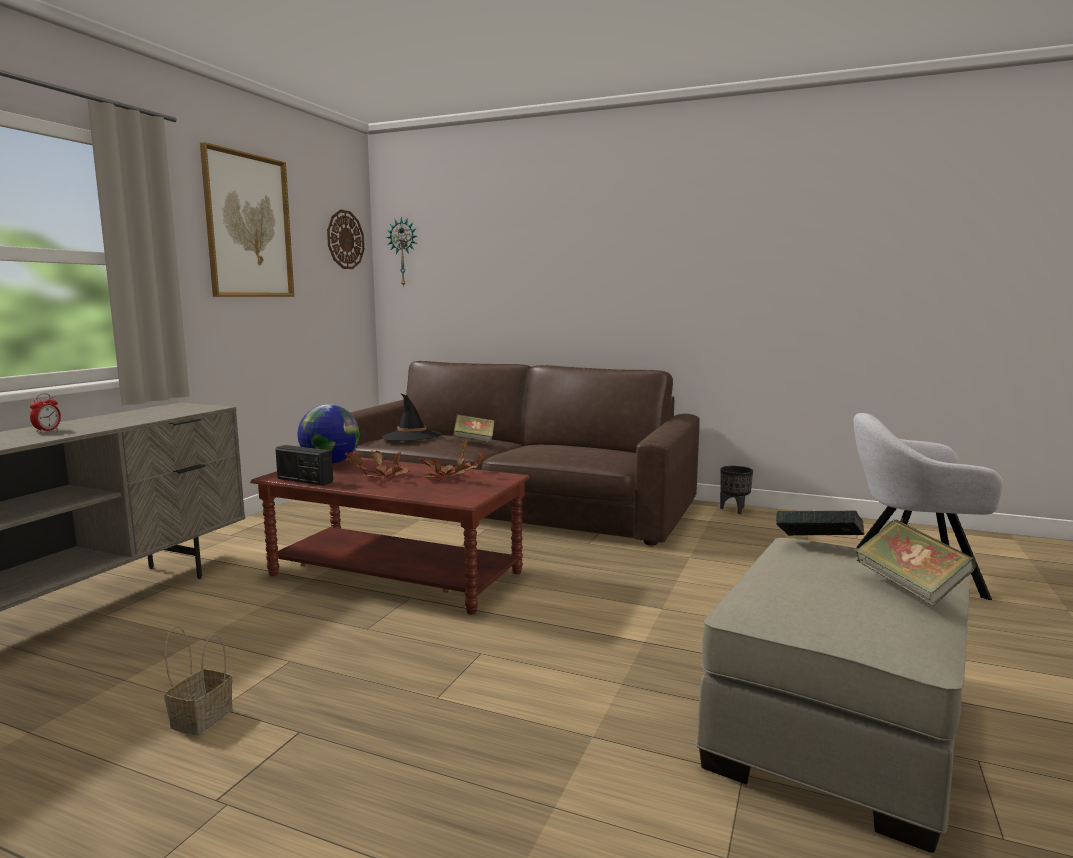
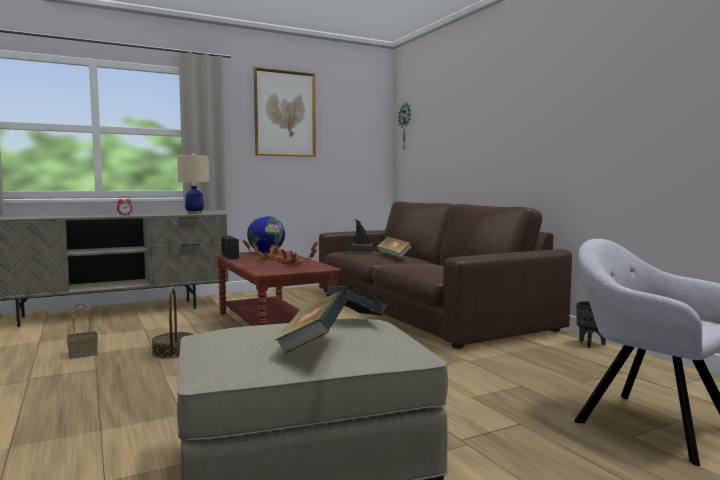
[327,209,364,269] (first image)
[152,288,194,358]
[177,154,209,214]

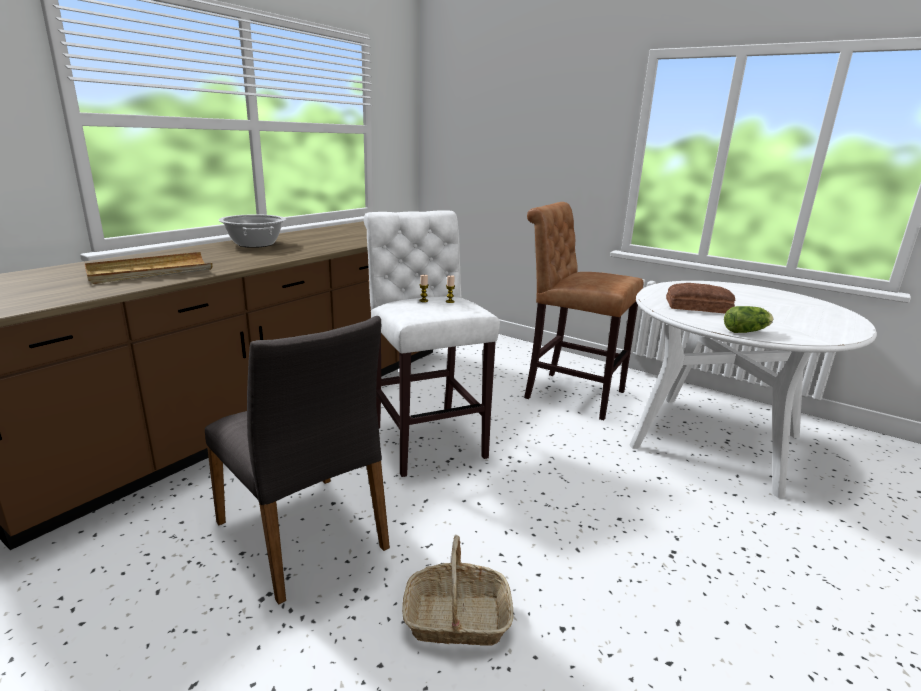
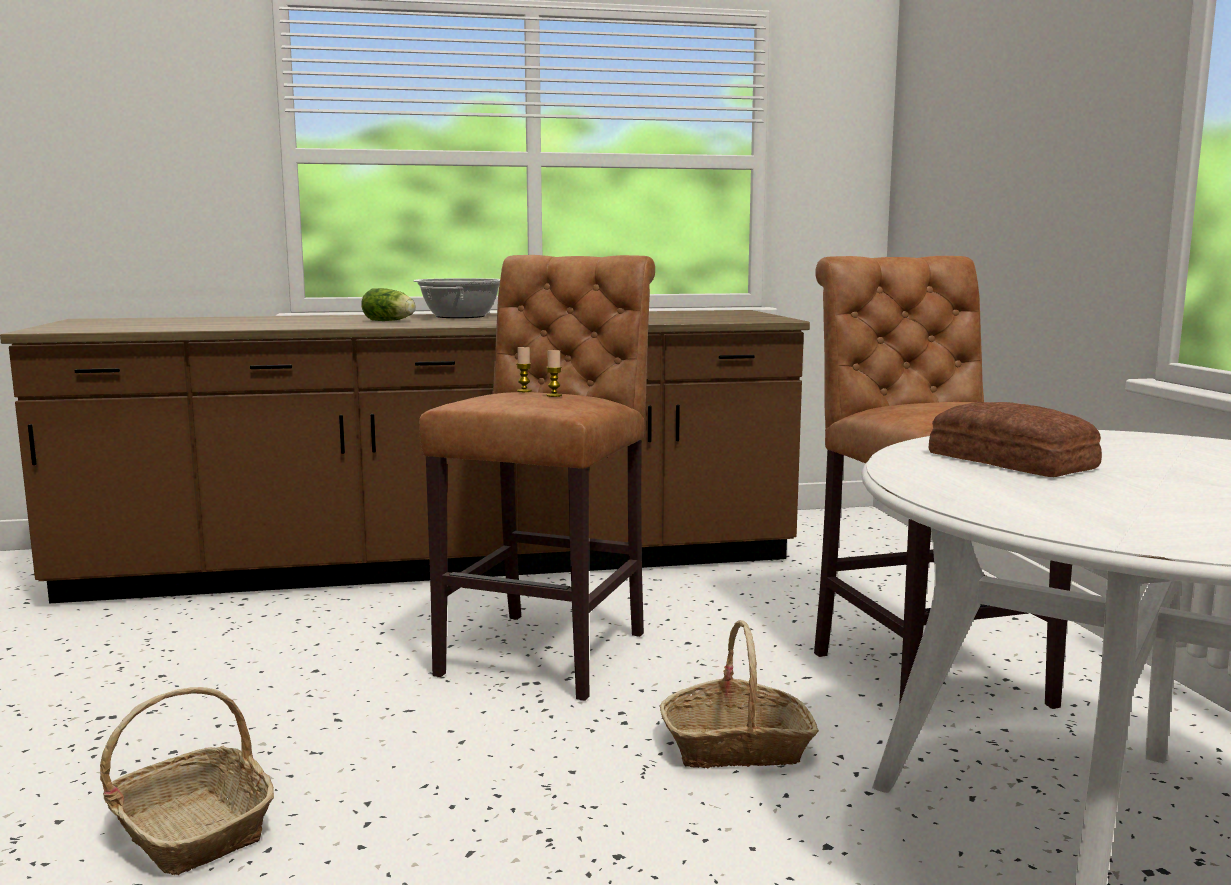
[85,252,213,284] (first image)
[205,316,390,605] (first image)
[660,620,819,768]
[362,288,416,321]
[419,255,655,701]

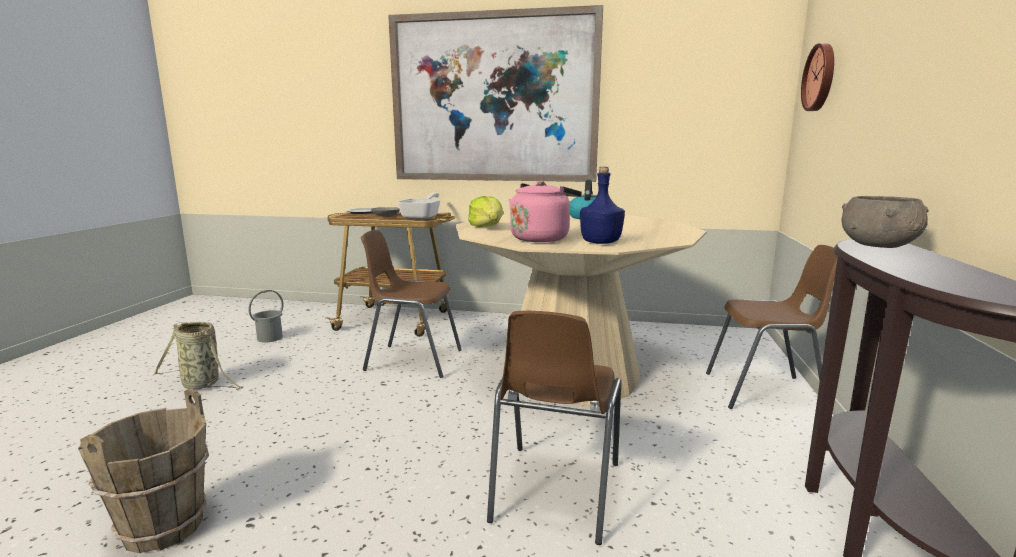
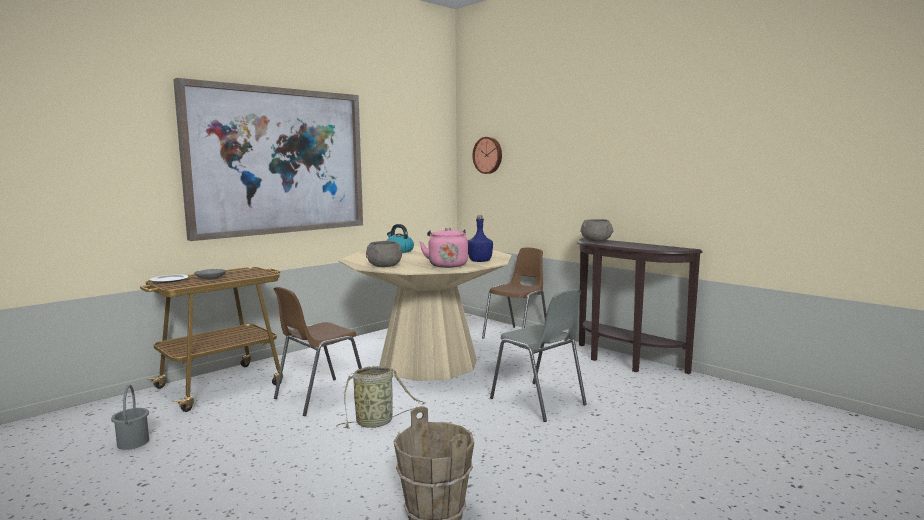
[398,193,440,219] (first image)
[337,366,425,429]
[366,241,402,267]
[490,289,587,422]

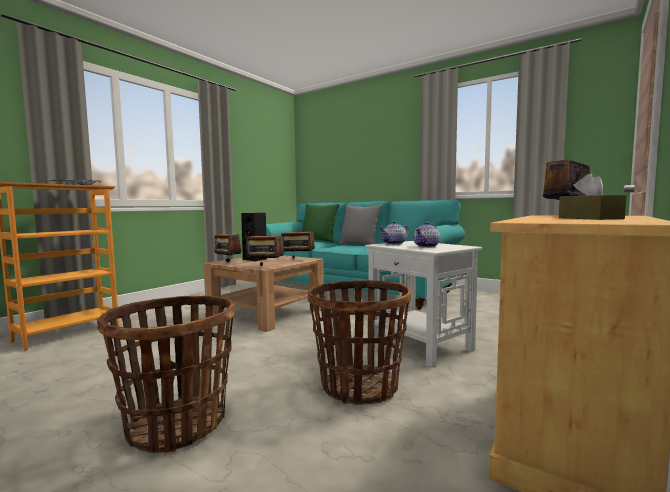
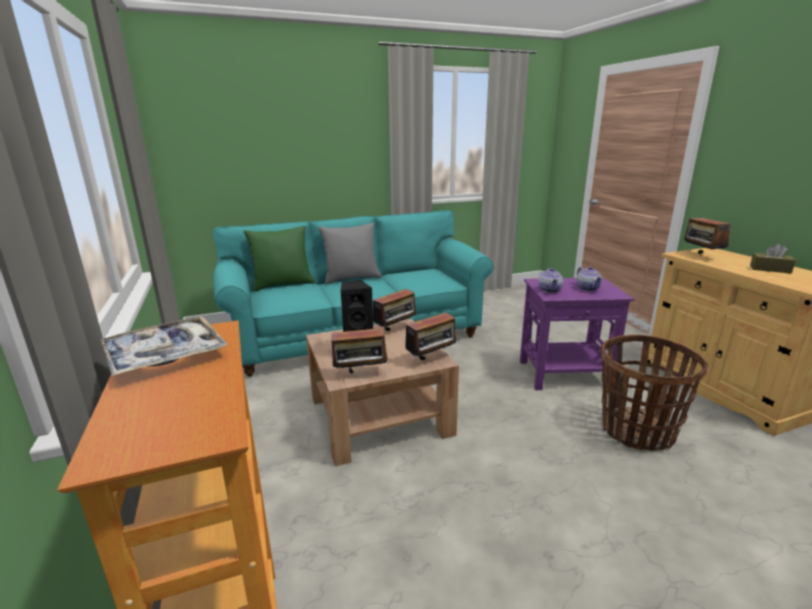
[97,295,235,453] (first image)
[520,278,634,390]

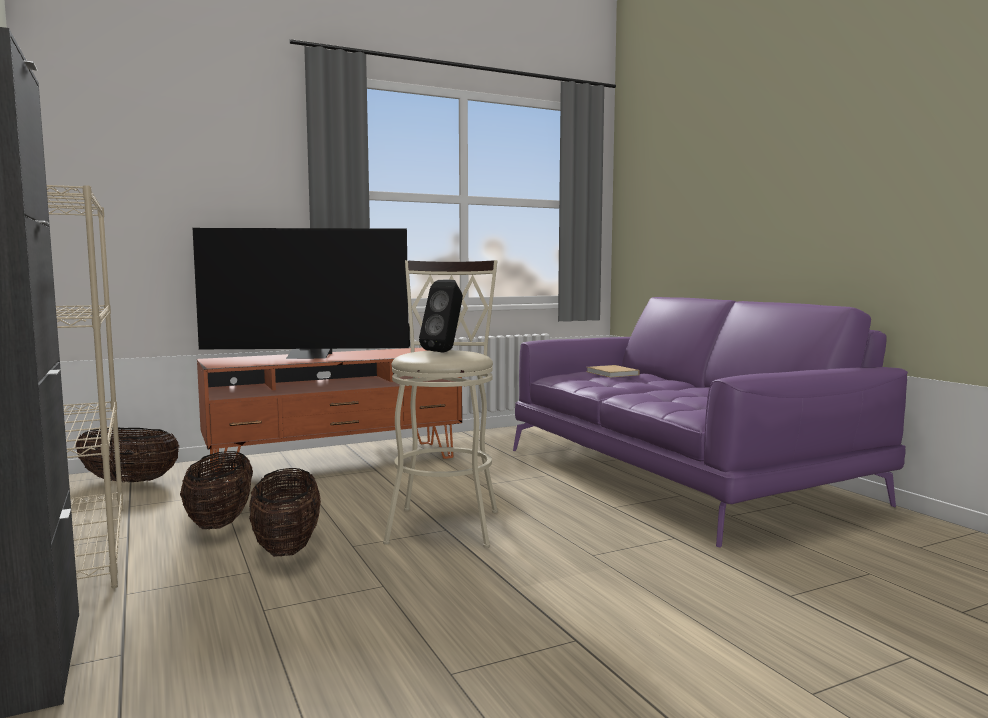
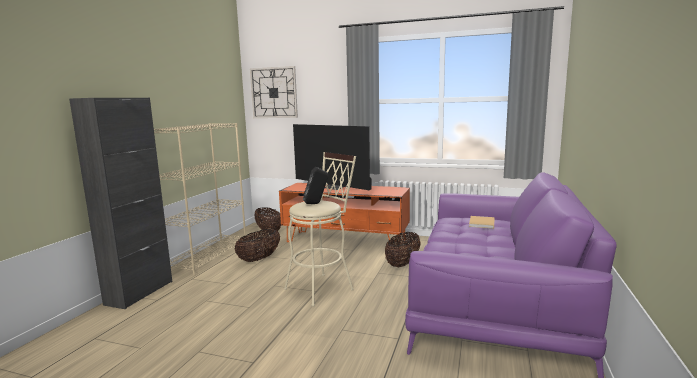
[250,66,298,118]
[385,232,421,267]

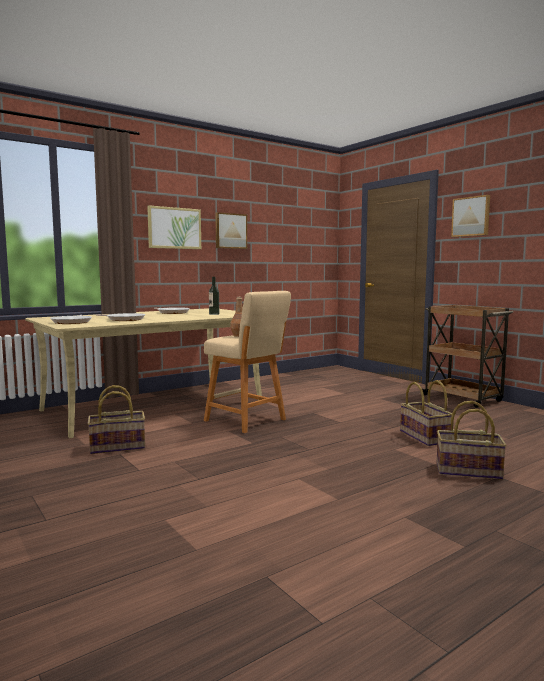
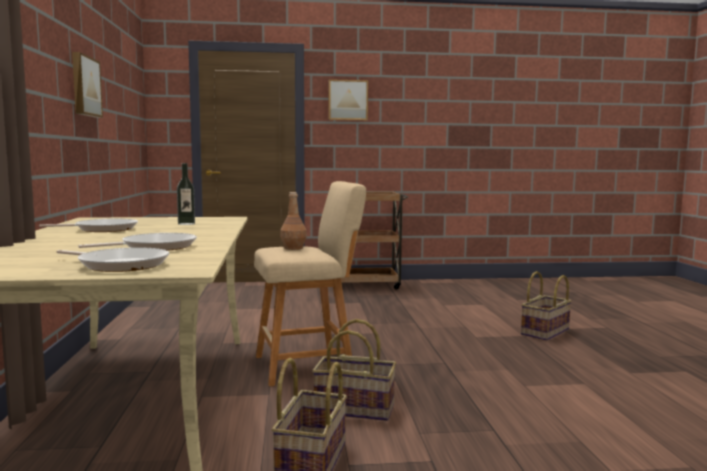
[147,205,201,249] (first image)
[312,319,396,421]

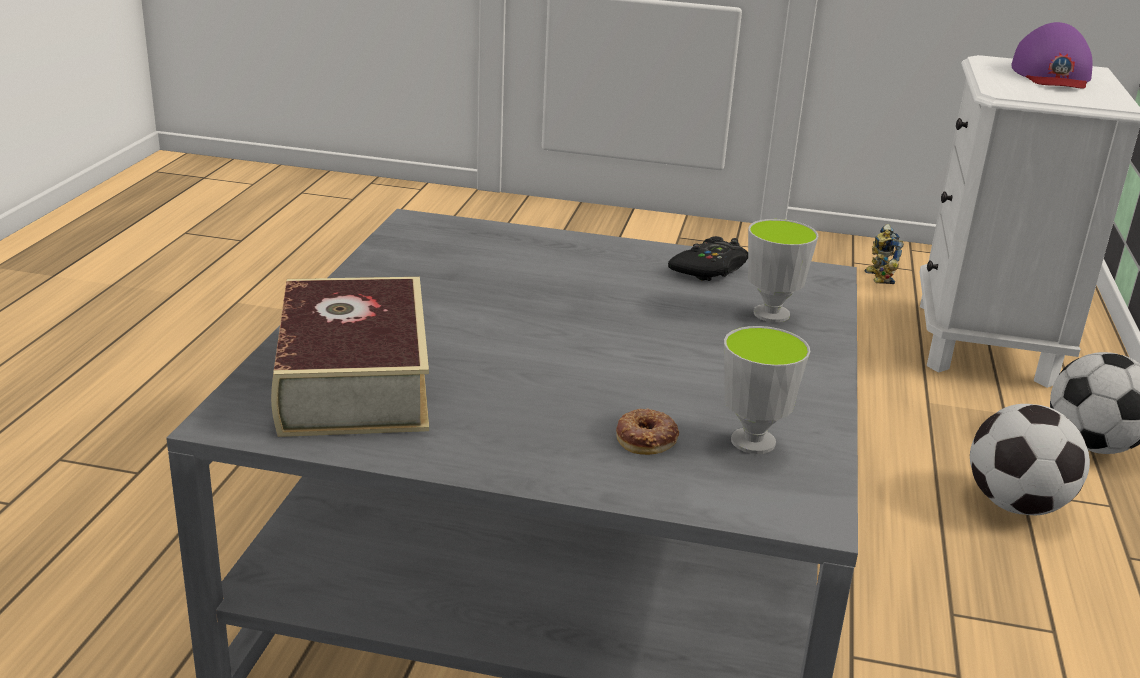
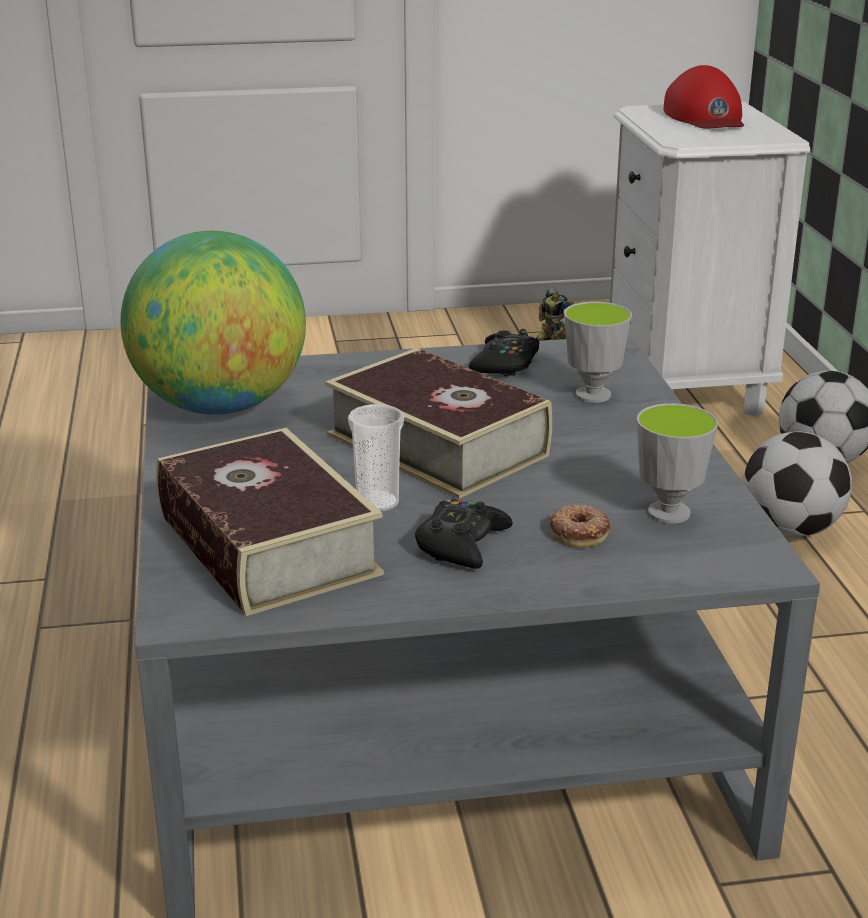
[120,231,306,415]
[325,348,552,499]
[348,404,404,512]
[415,499,513,569]
[663,65,744,129]

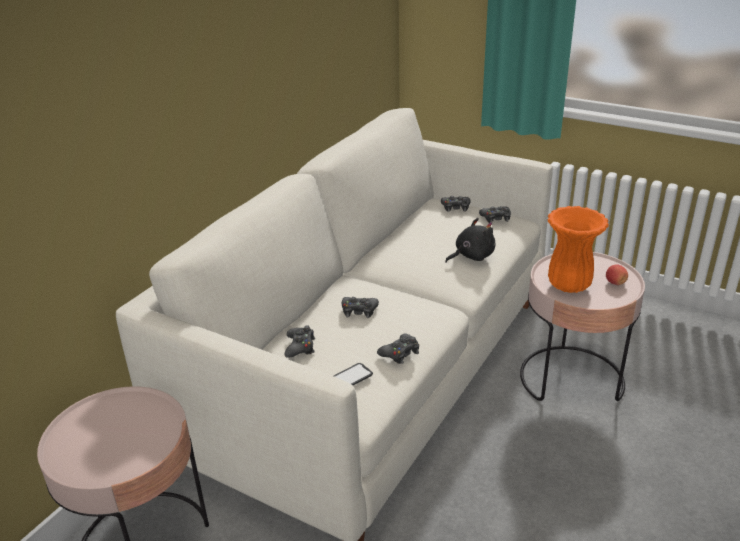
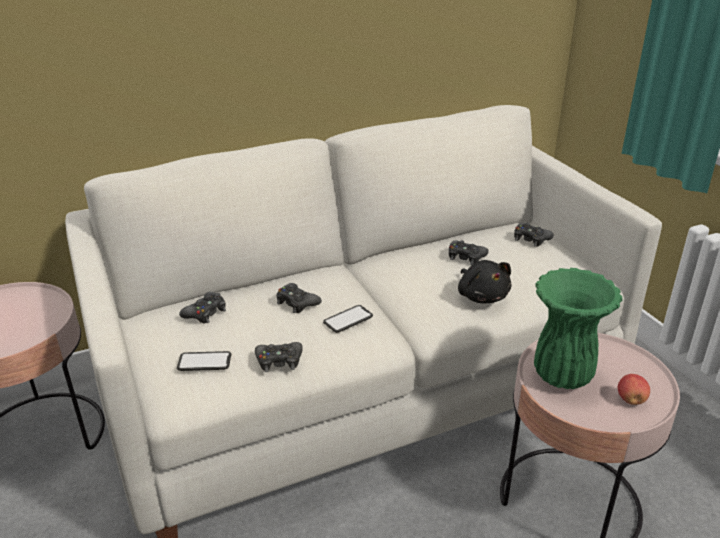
[323,305,373,333]
[449,240,489,265]
[534,268,623,389]
[458,260,511,303]

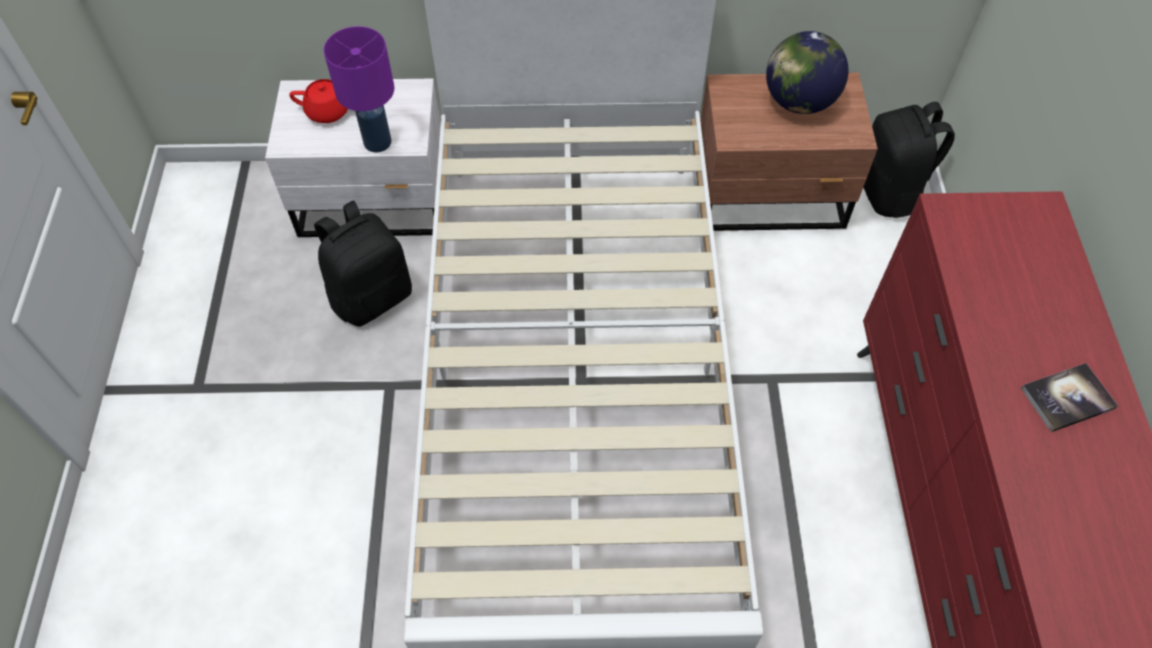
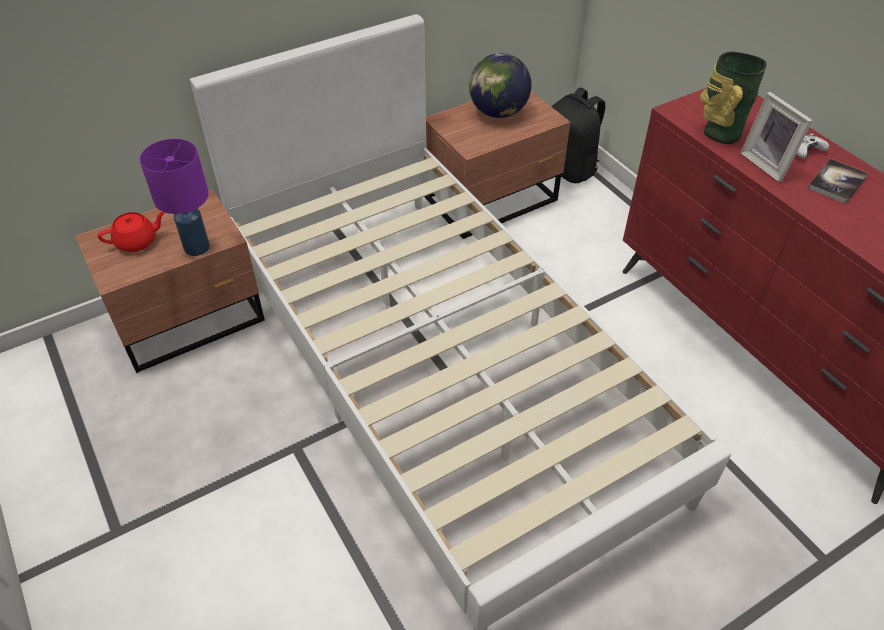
[314,200,412,327] (first image)
[700,52,767,144]
[740,92,813,182]
[796,134,829,159]
[75,189,265,373]

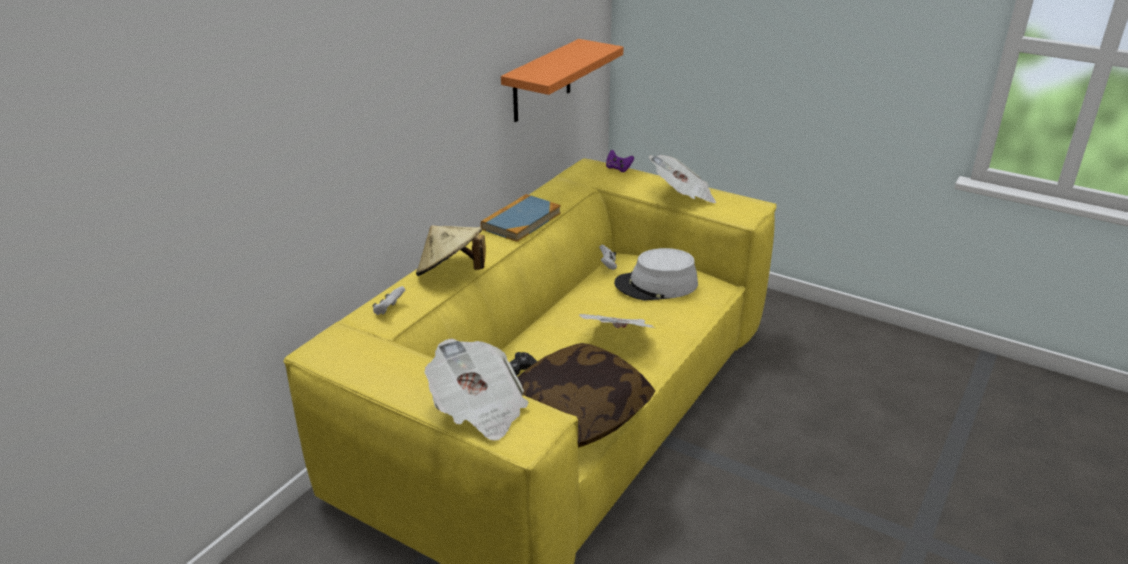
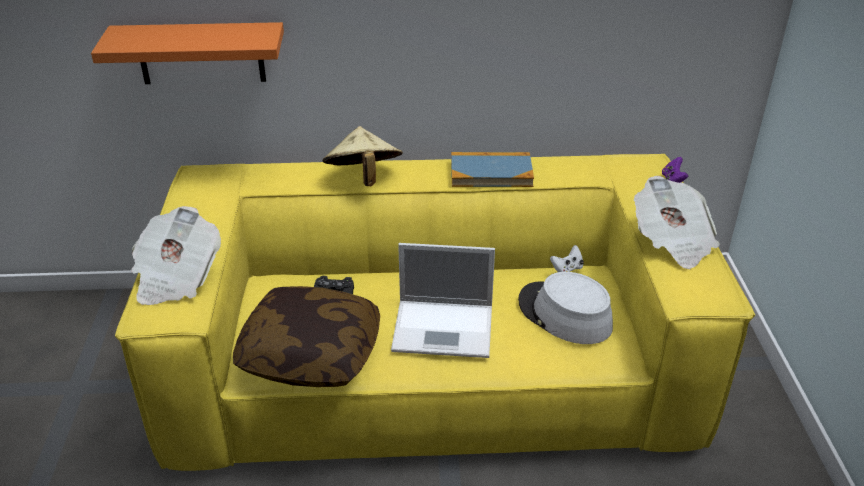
[372,286,405,315] (first image)
[91,22,284,84]
[391,243,495,358]

